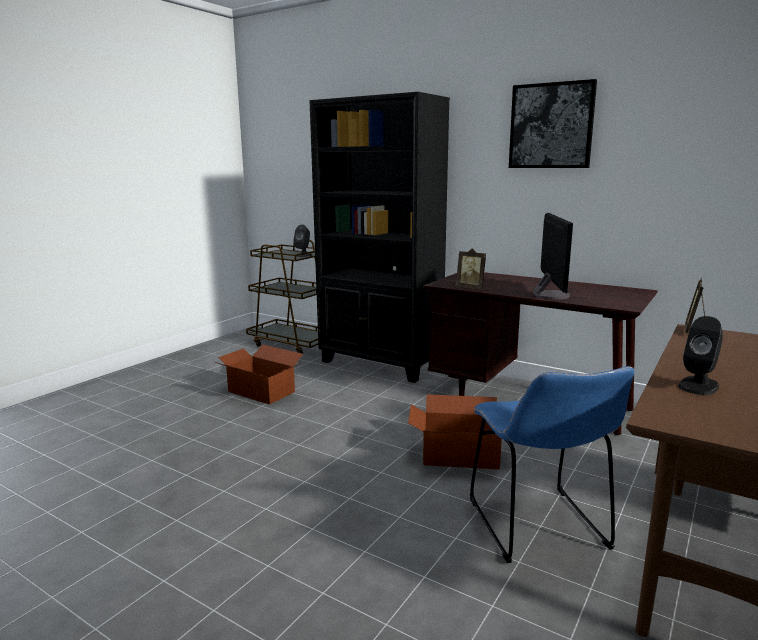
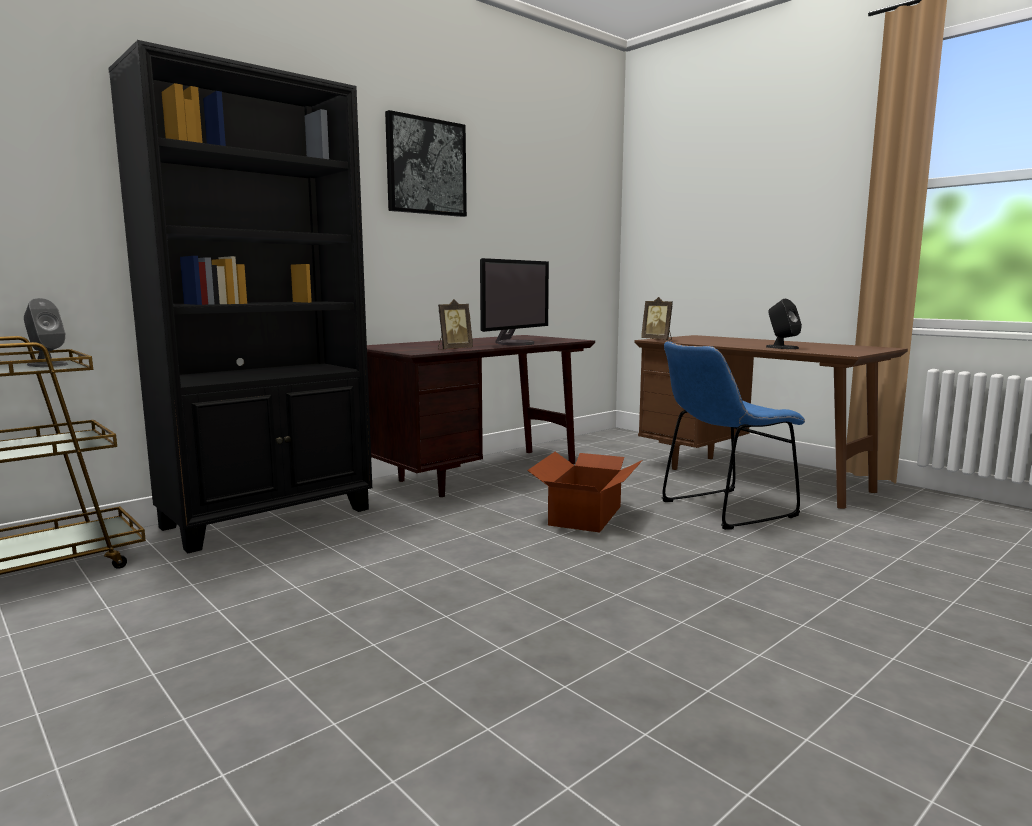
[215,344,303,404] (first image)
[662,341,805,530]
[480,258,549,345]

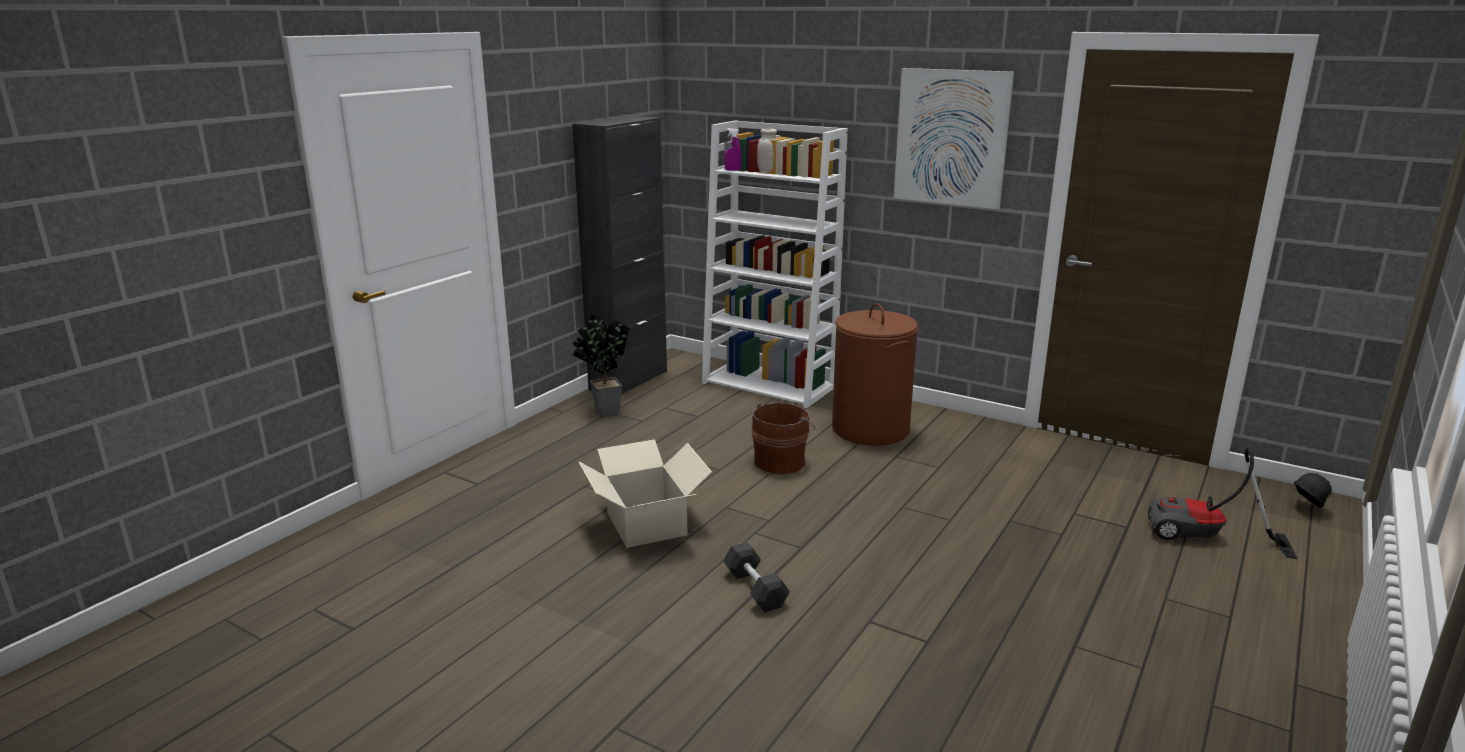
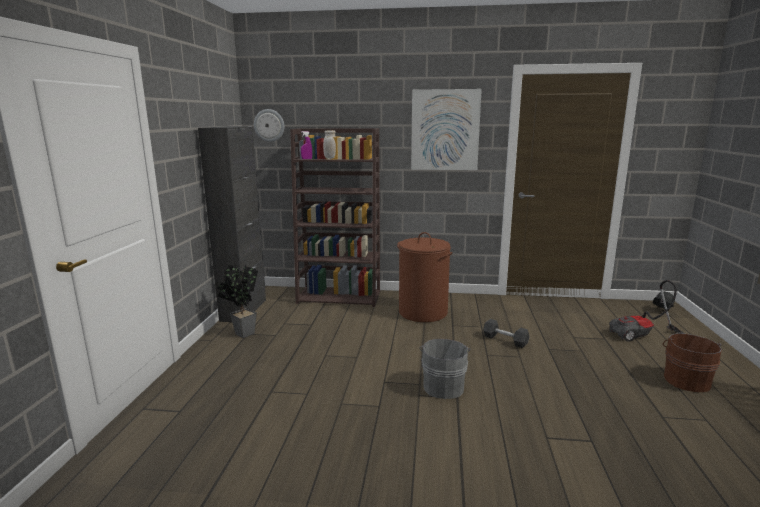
[579,439,712,548] (first image)
[254,109,284,142]
[420,339,471,399]
[483,319,529,348]
[663,333,722,392]
[290,128,380,307]

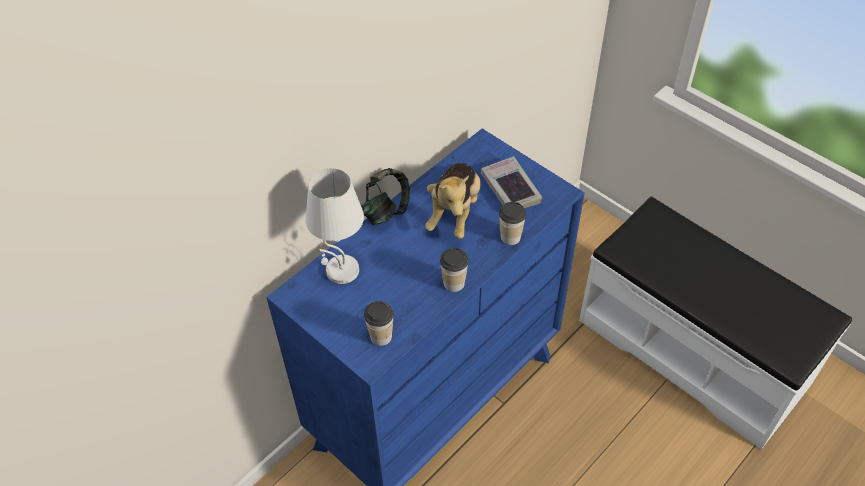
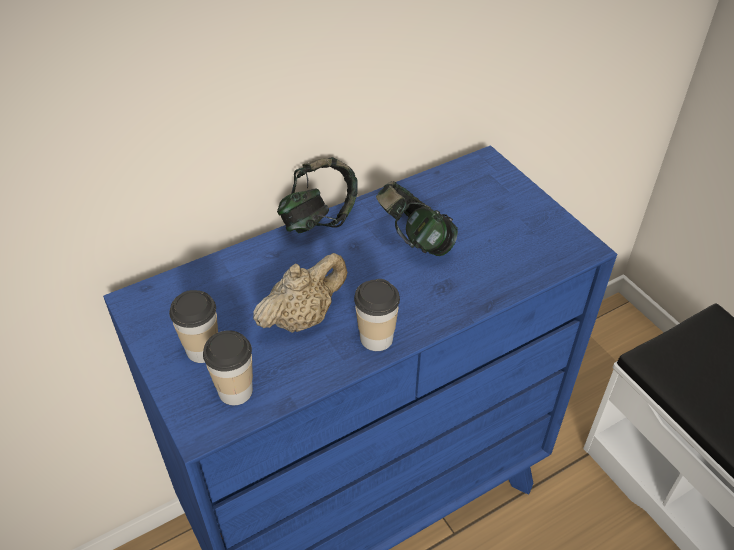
[305,168,364,284] (first image)
[481,156,542,208] (first image)
[253,253,347,333]
[169,290,218,363]
[376,181,458,256]

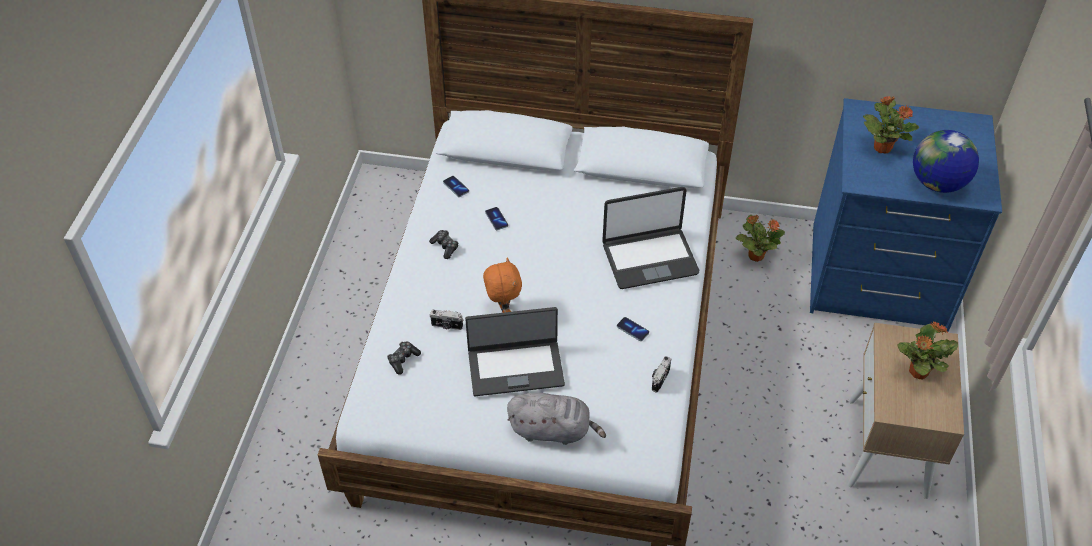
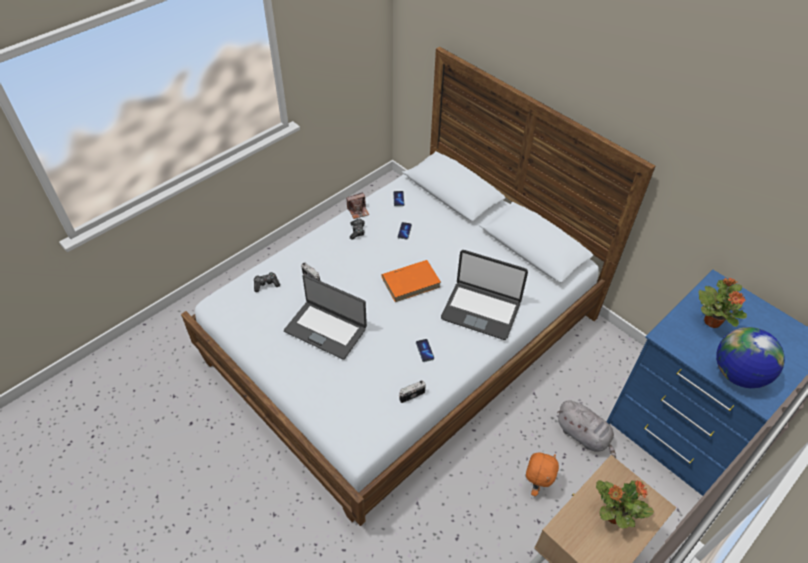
[736,215,785,262] (first image)
[346,192,369,219]
[382,260,441,302]
[526,452,559,496]
[557,400,616,458]

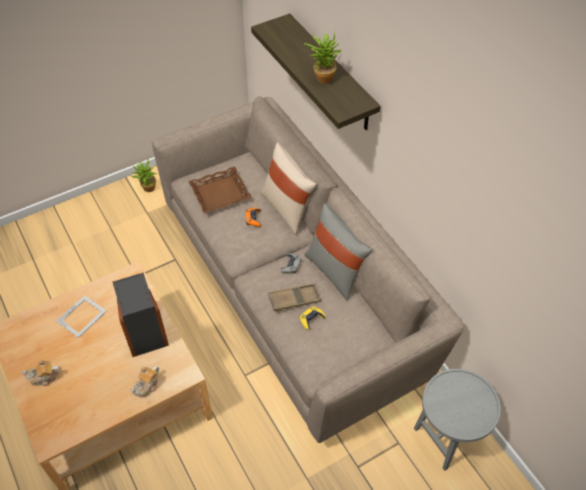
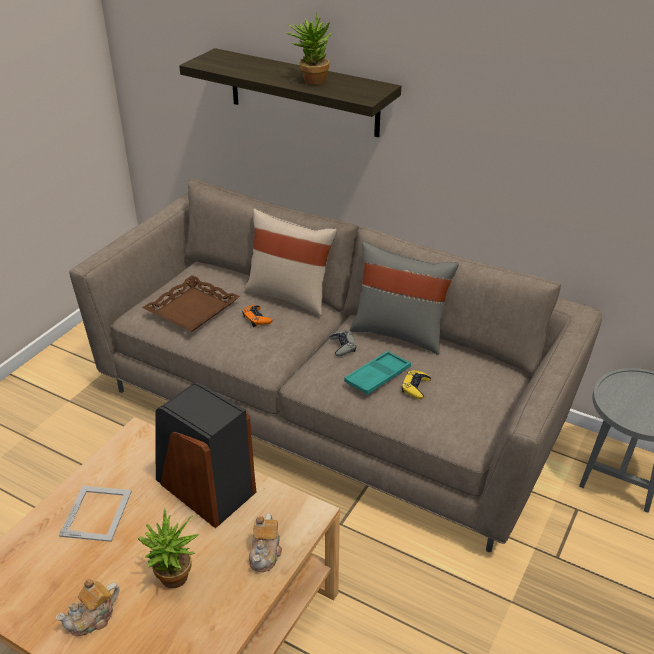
[138,508,199,588]
[344,351,411,395]

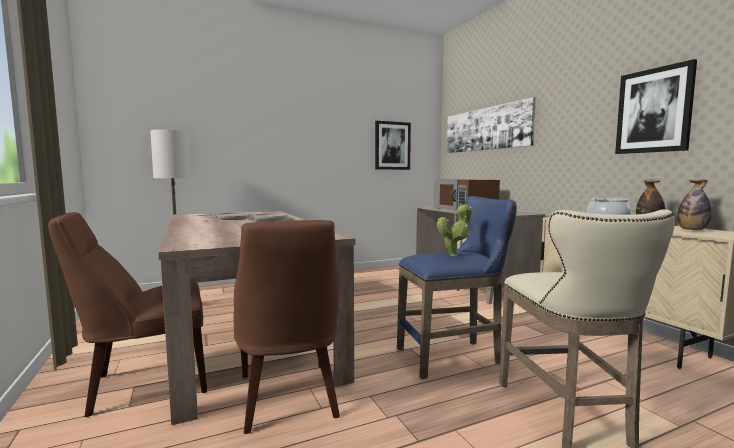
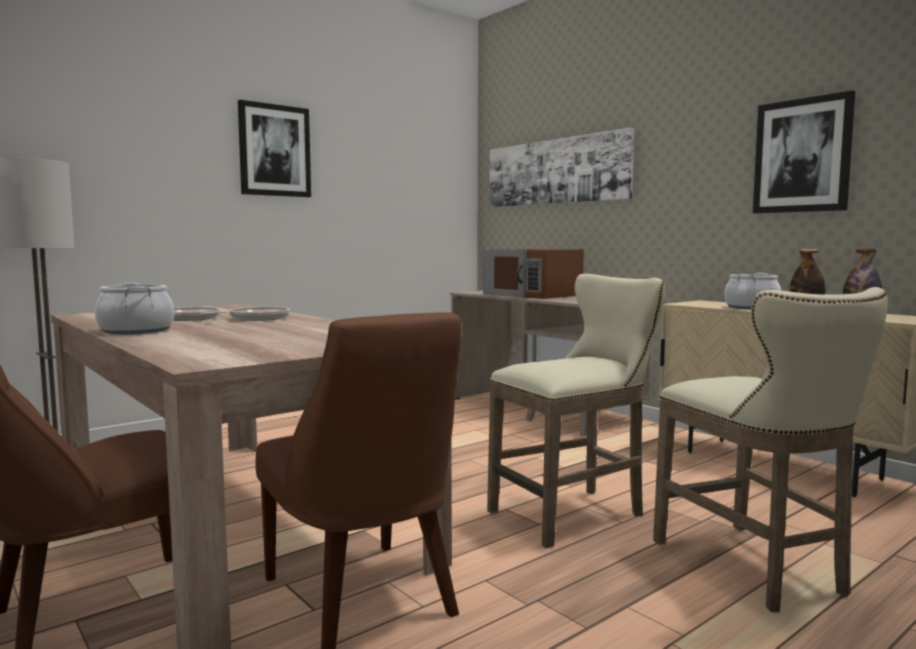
[437,204,472,256] (first image)
[95,282,174,335]
[238,100,311,197]
[487,274,665,548]

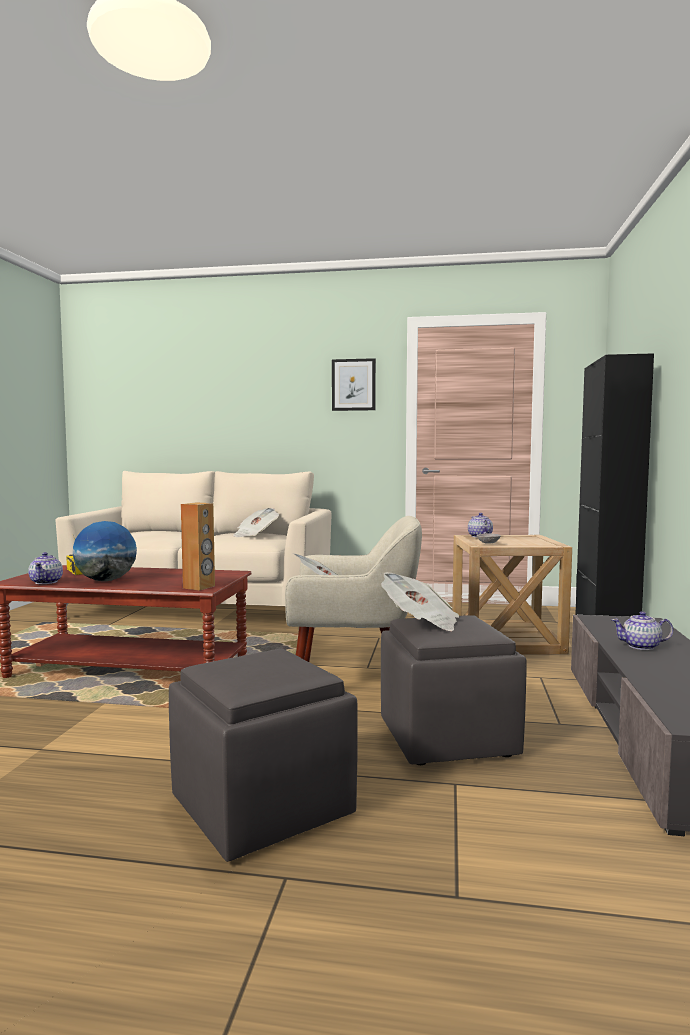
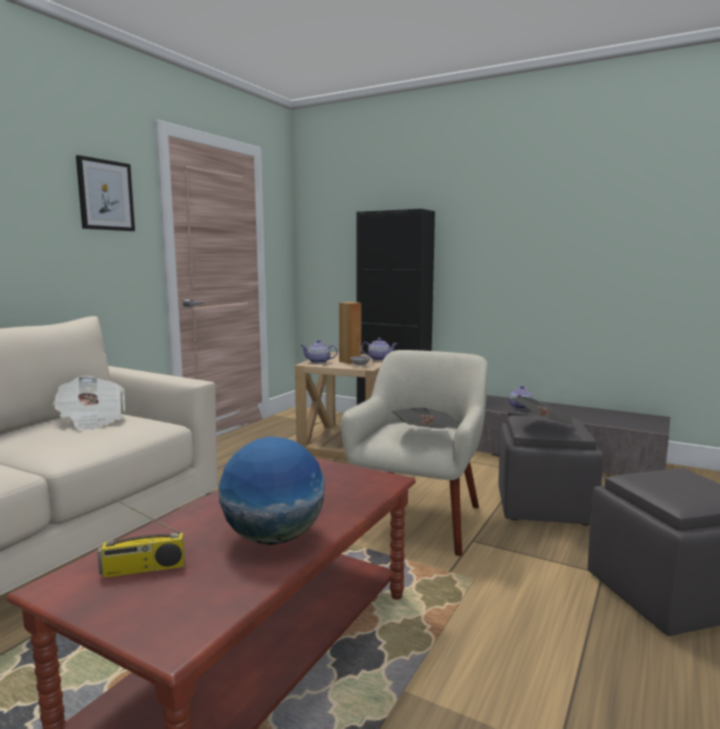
[361,338,397,361]
[339,302,361,364]

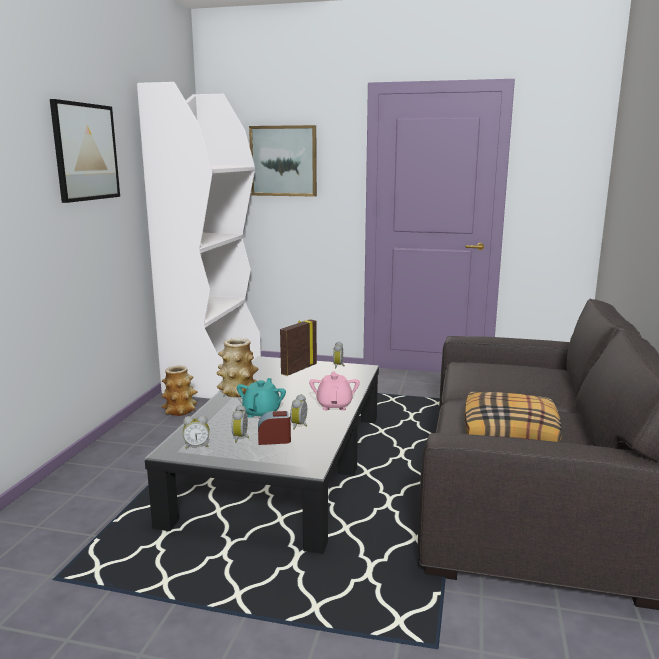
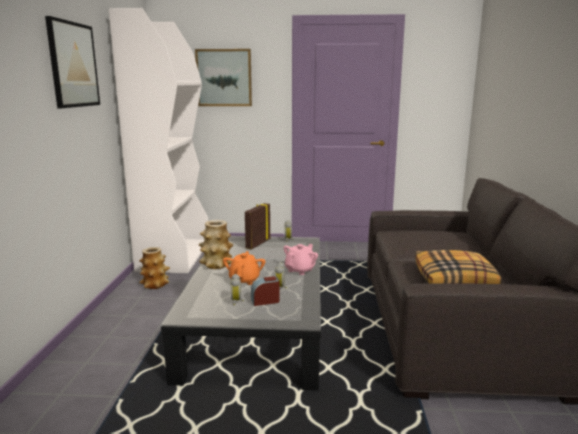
[183,415,209,449] (first image)
[223,251,266,285]
[284,244,318,275]

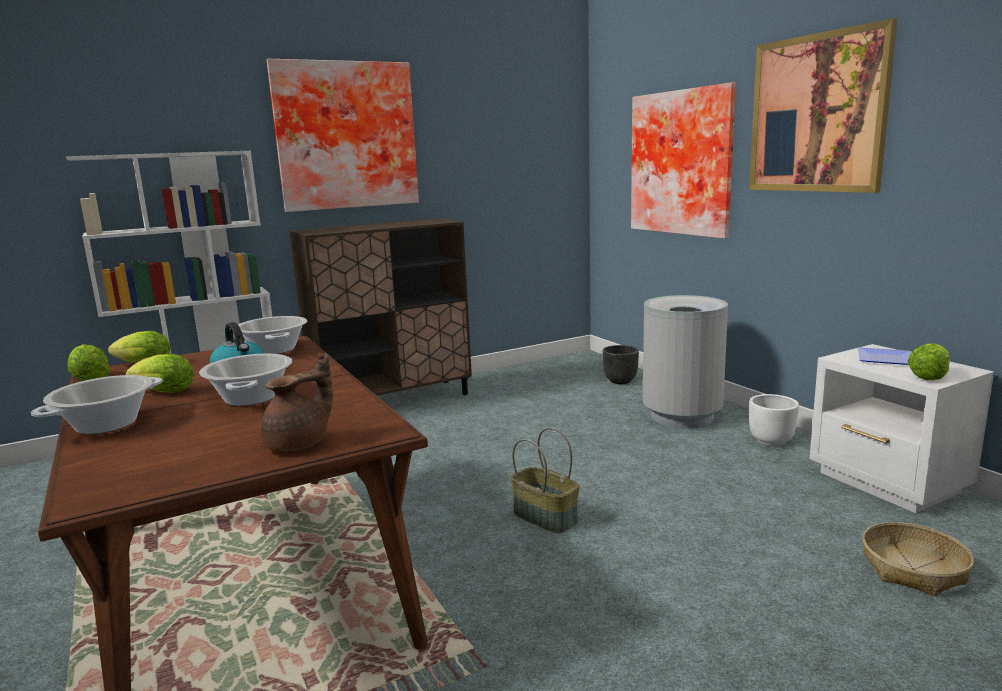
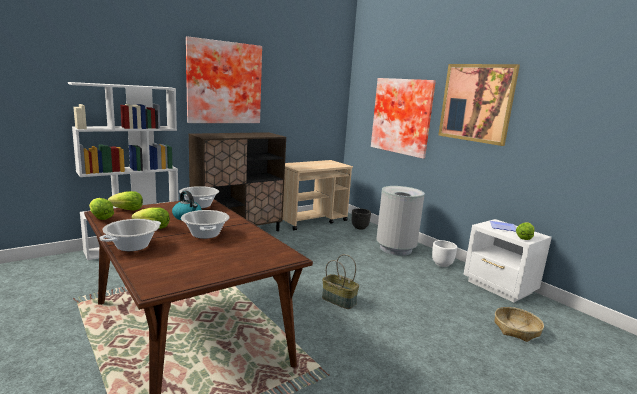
[261,353,333,451] (first image)
[283,160,353,230]

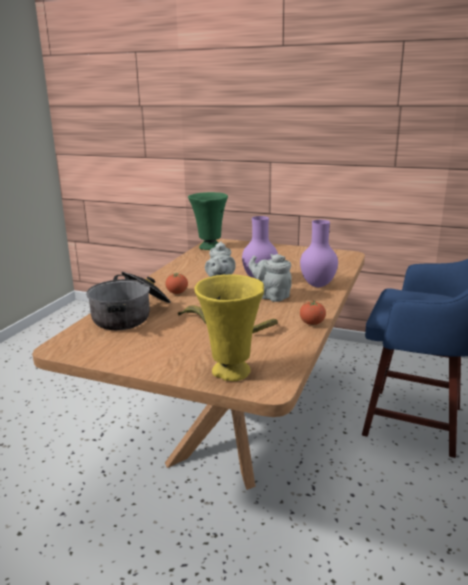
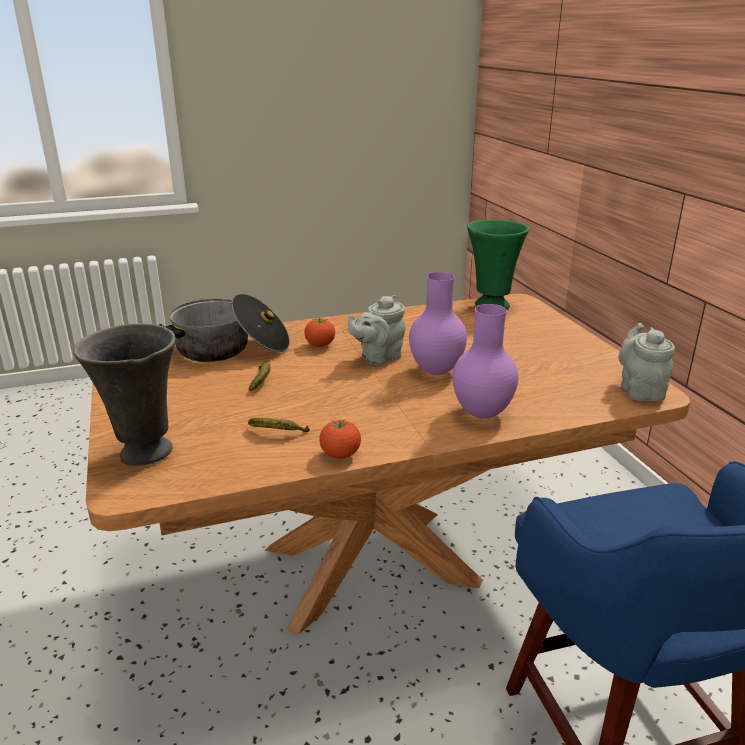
[618,323,675,401]
[73,323,176,466]

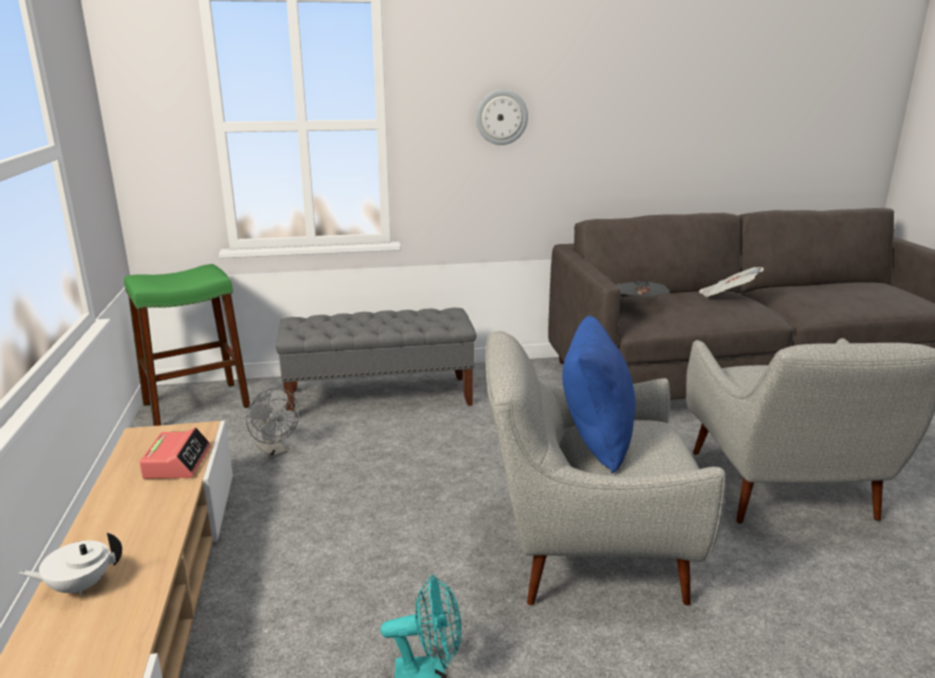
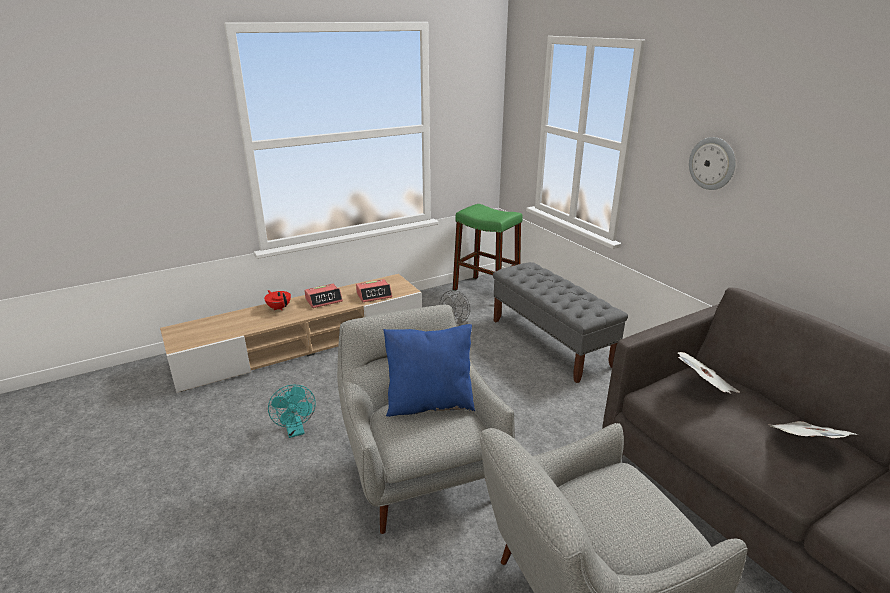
[304,284,343,308]
[264,290,291,310]

